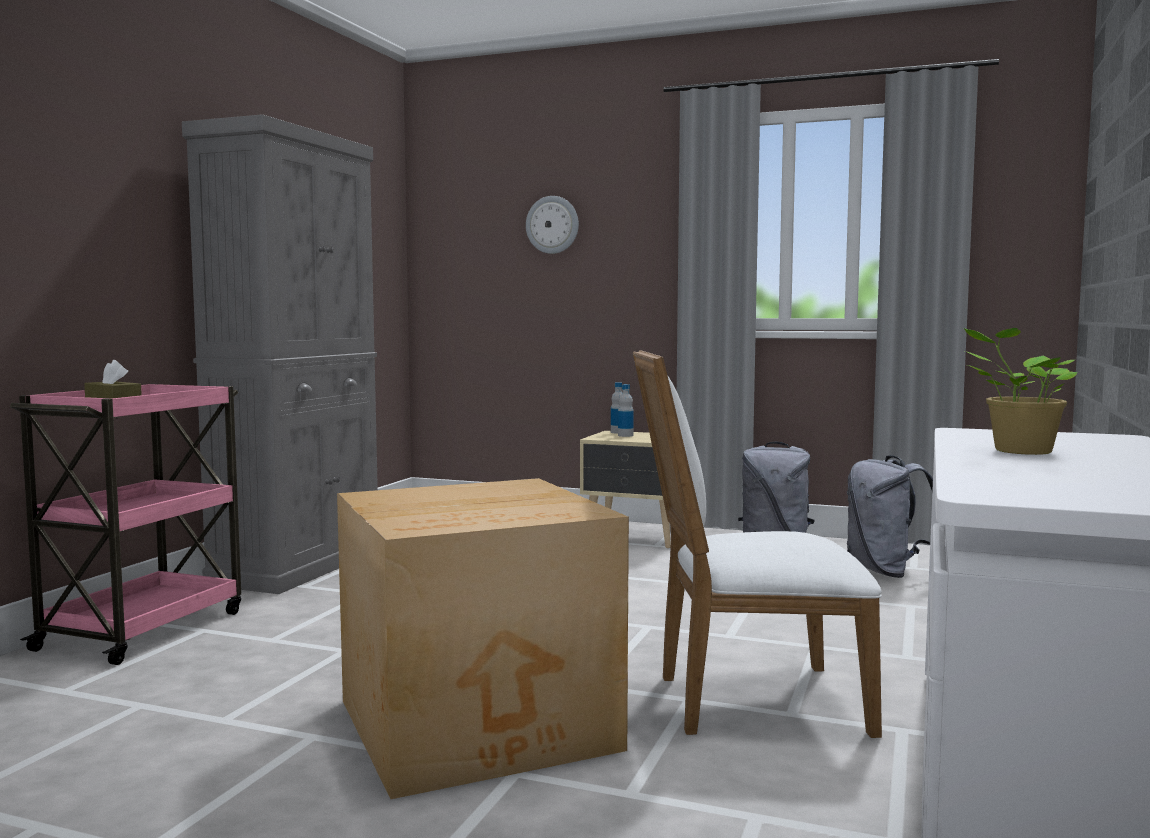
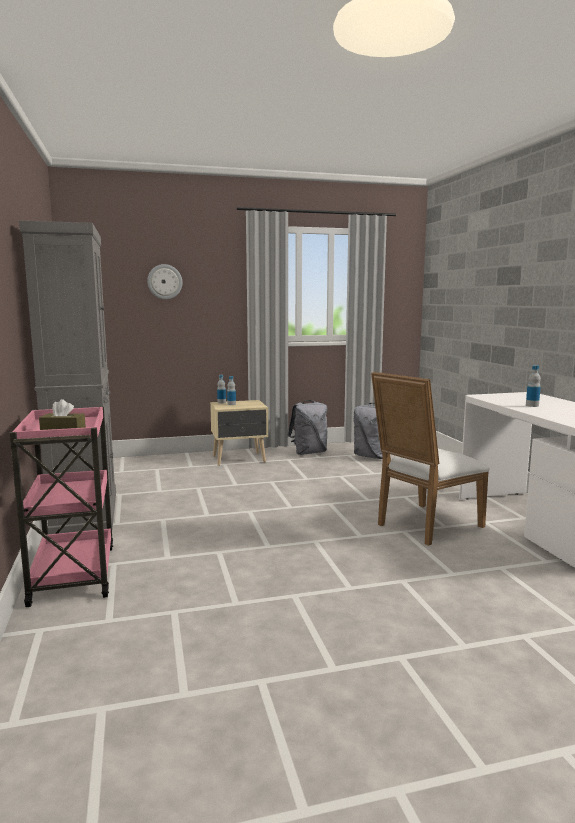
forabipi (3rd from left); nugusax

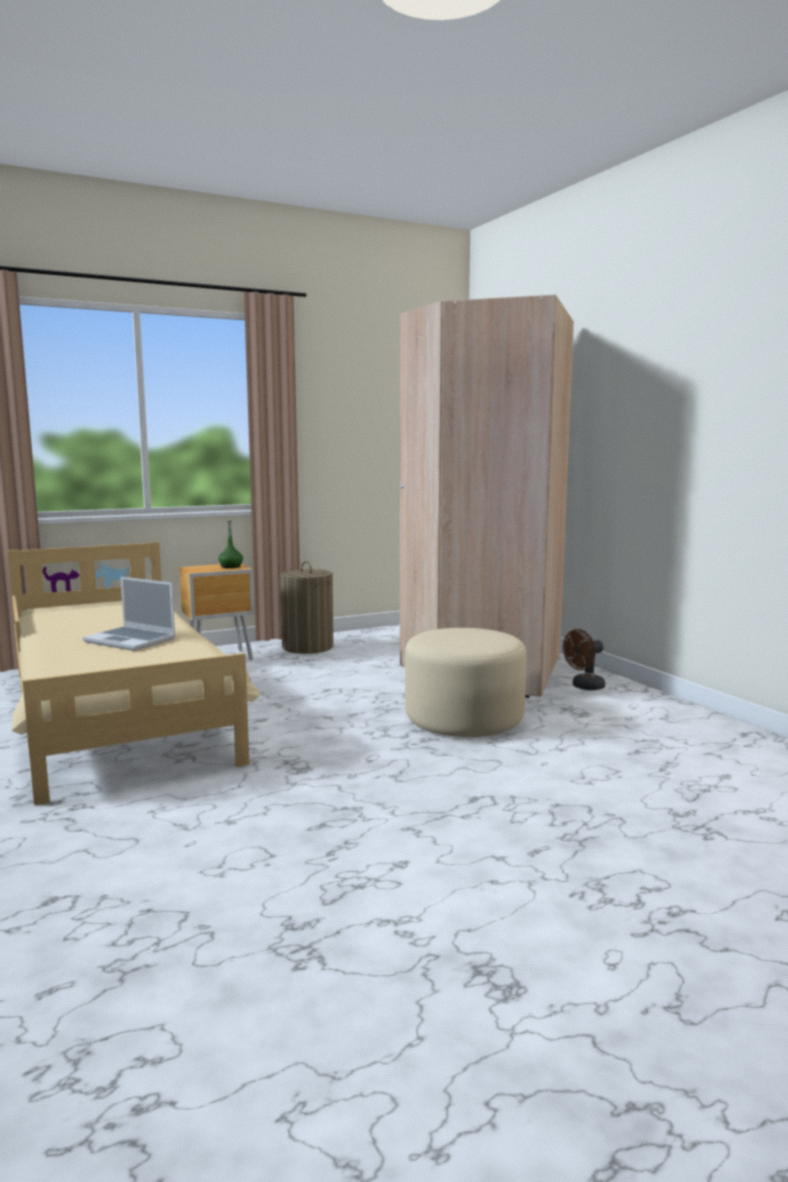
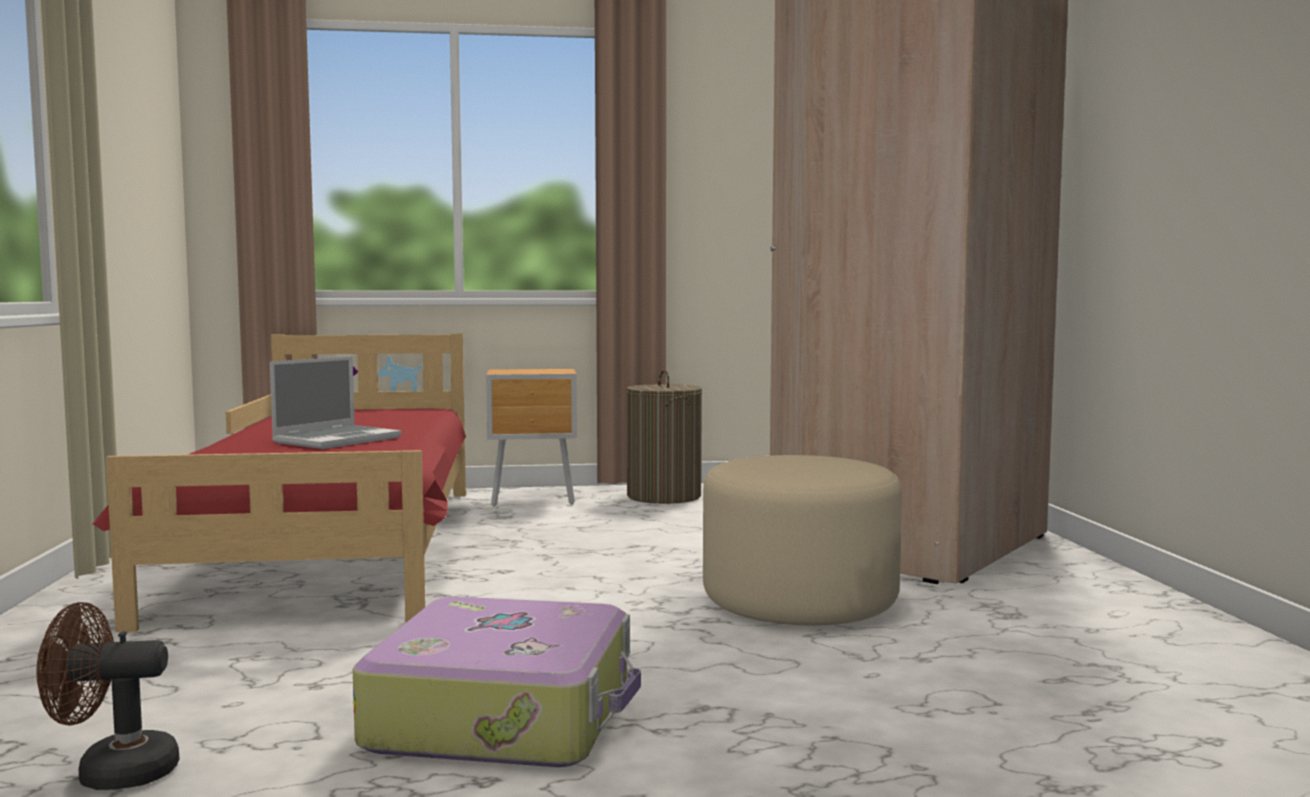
green_forabipi; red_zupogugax; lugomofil; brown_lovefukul; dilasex

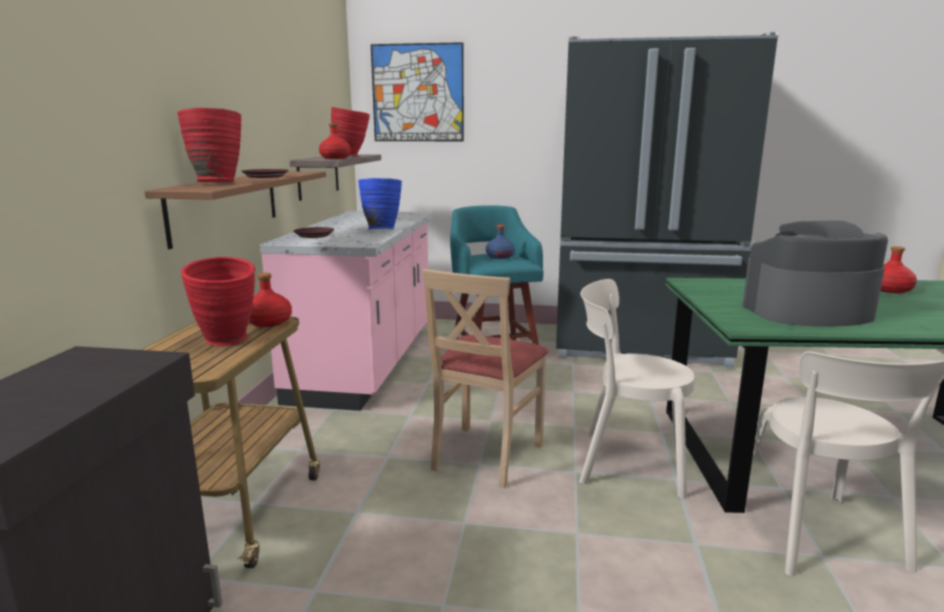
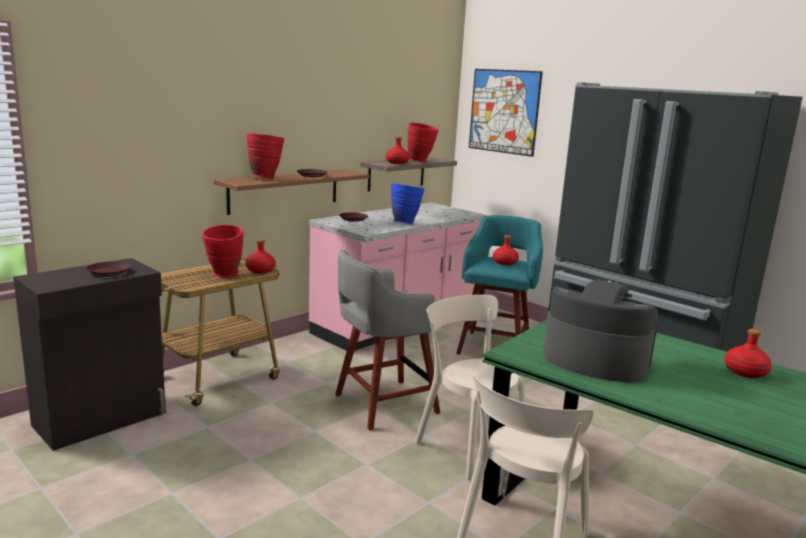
red_forabipi (3rd from left); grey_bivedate; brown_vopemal (1st from left)

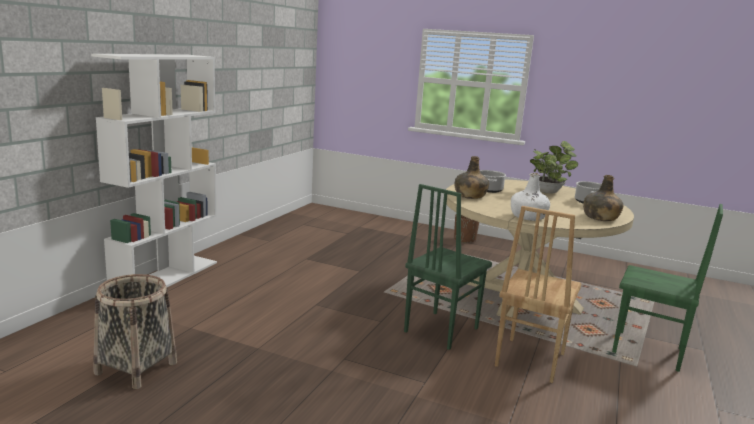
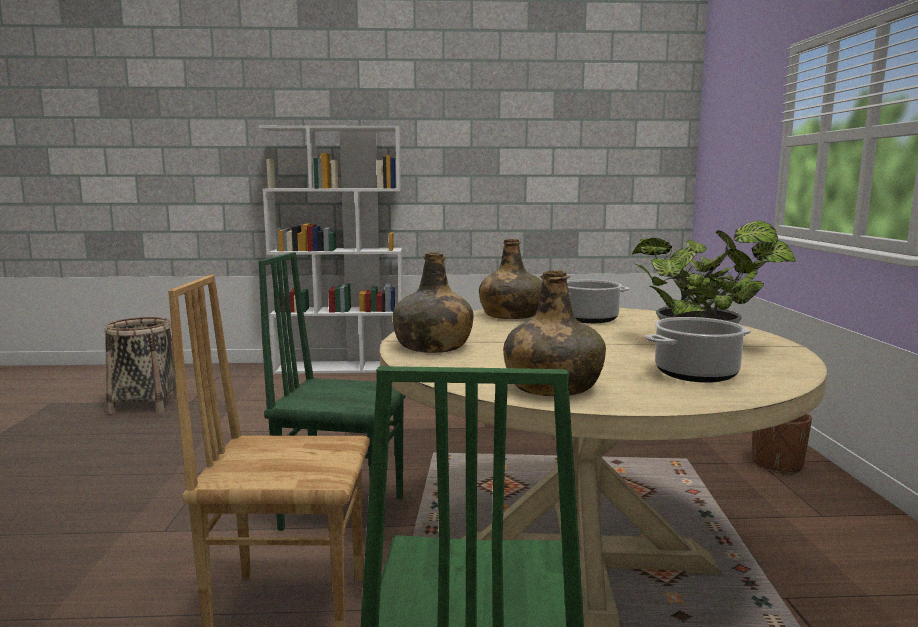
green_forabipi (1st from left)

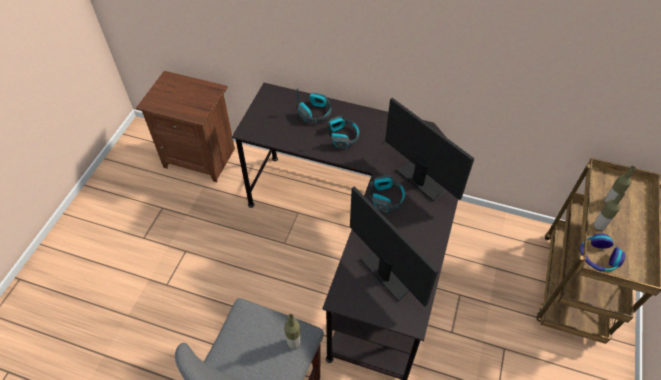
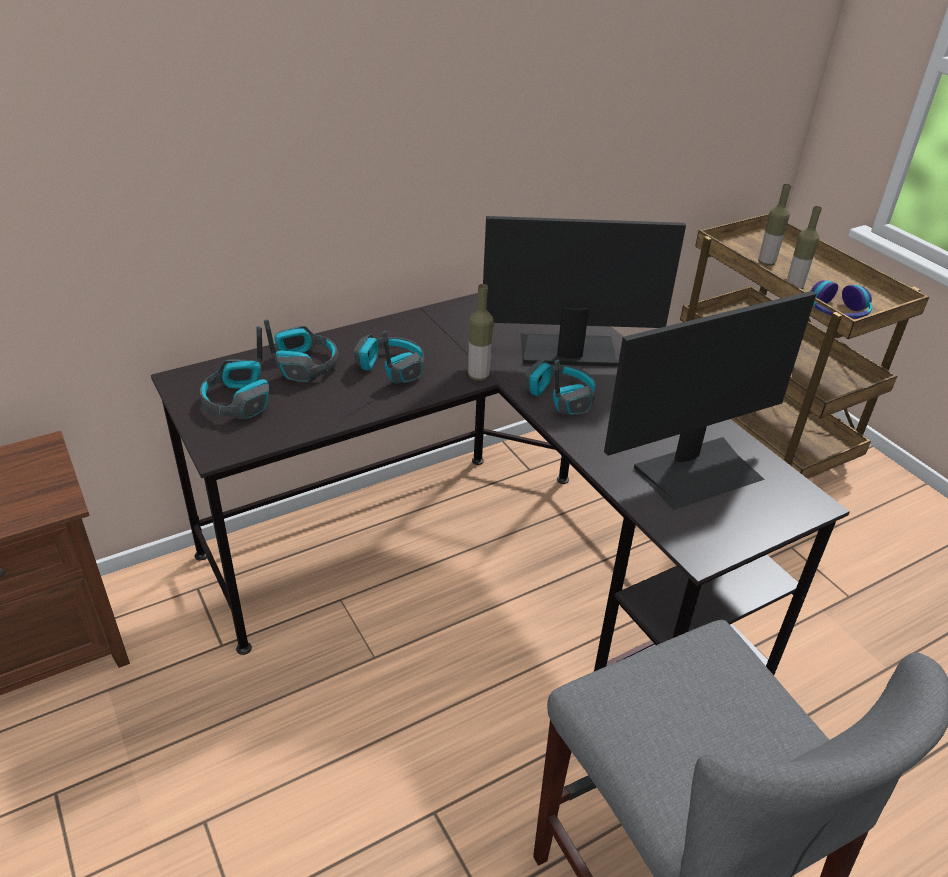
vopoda (2nd from left); forabipi (1st from left); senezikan (1st from left)

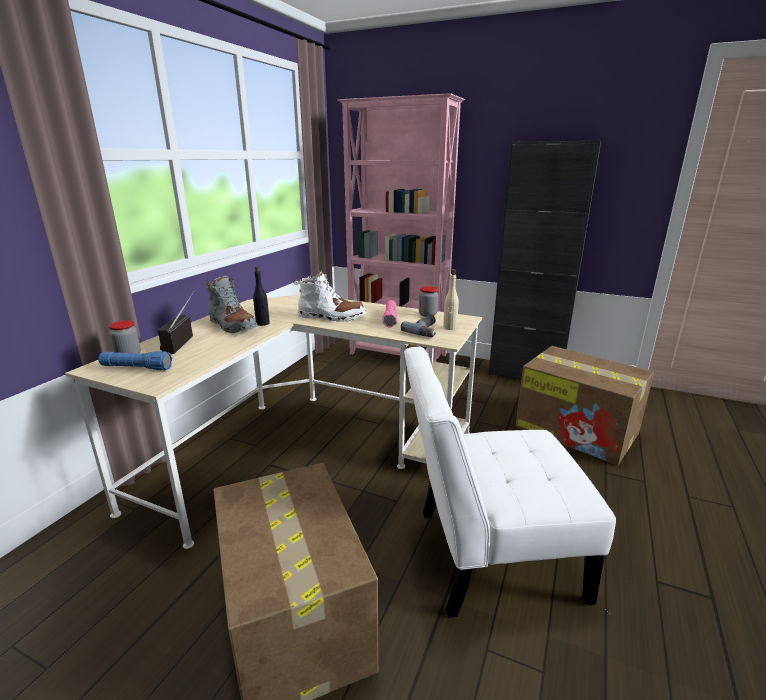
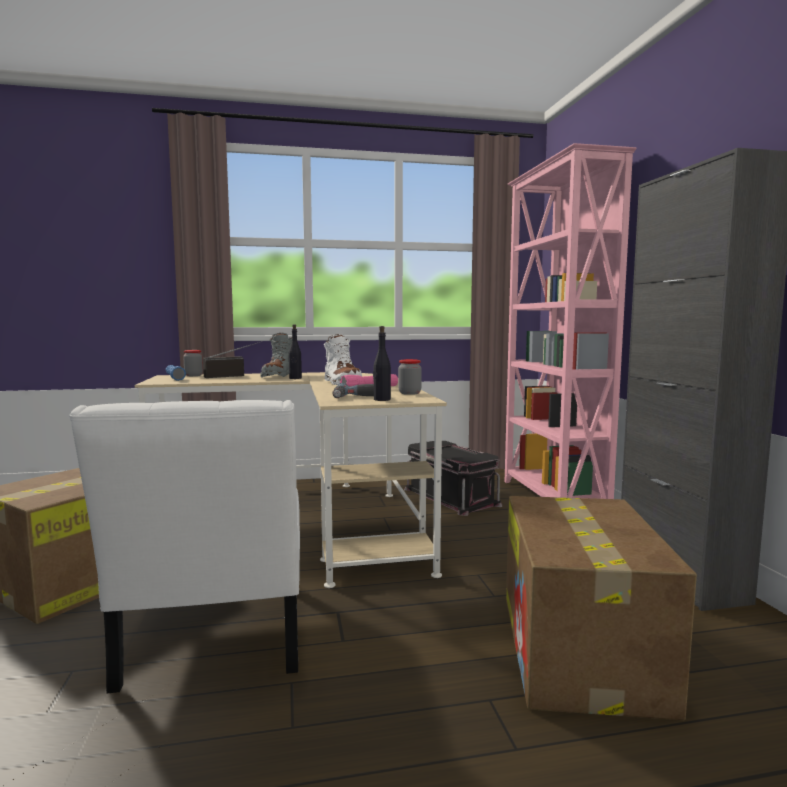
black_forabipi (2nd from left); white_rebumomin; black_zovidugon

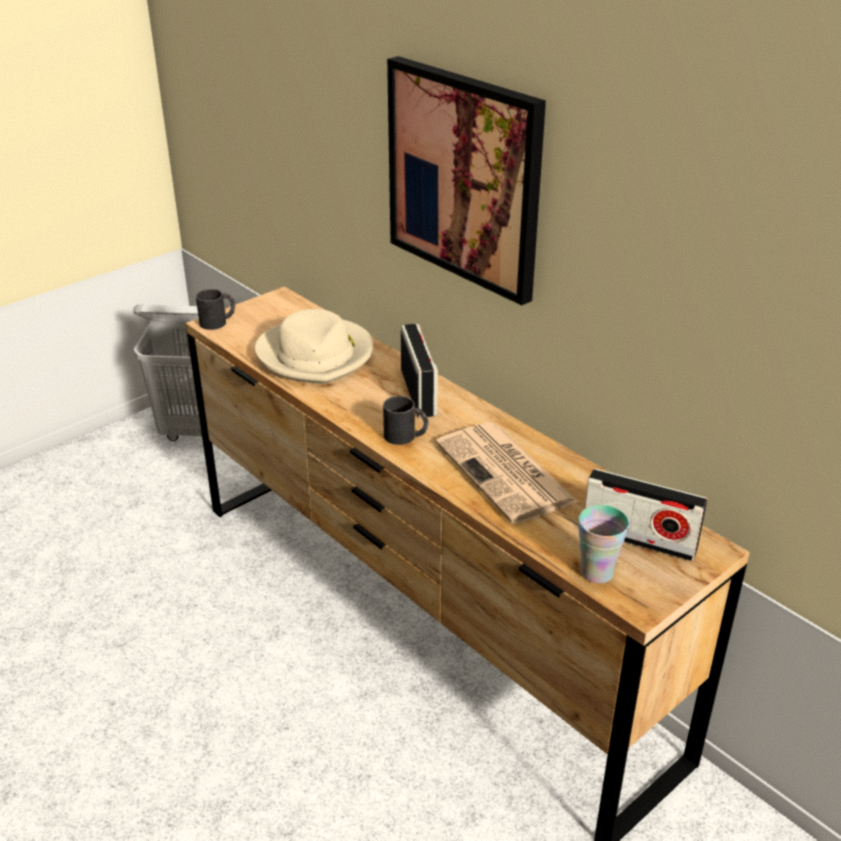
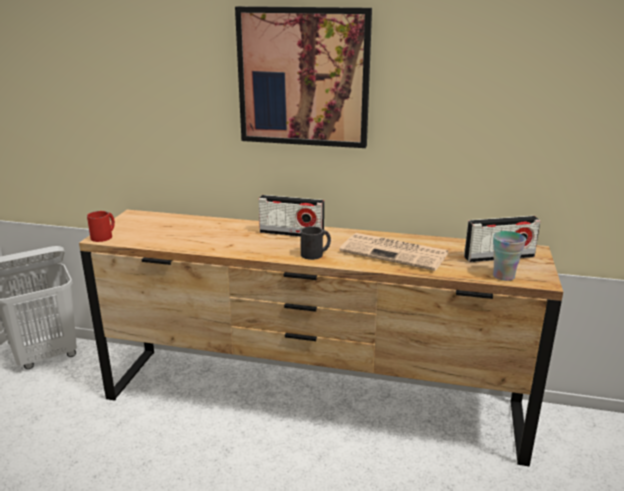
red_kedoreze; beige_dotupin; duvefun (1st from left)

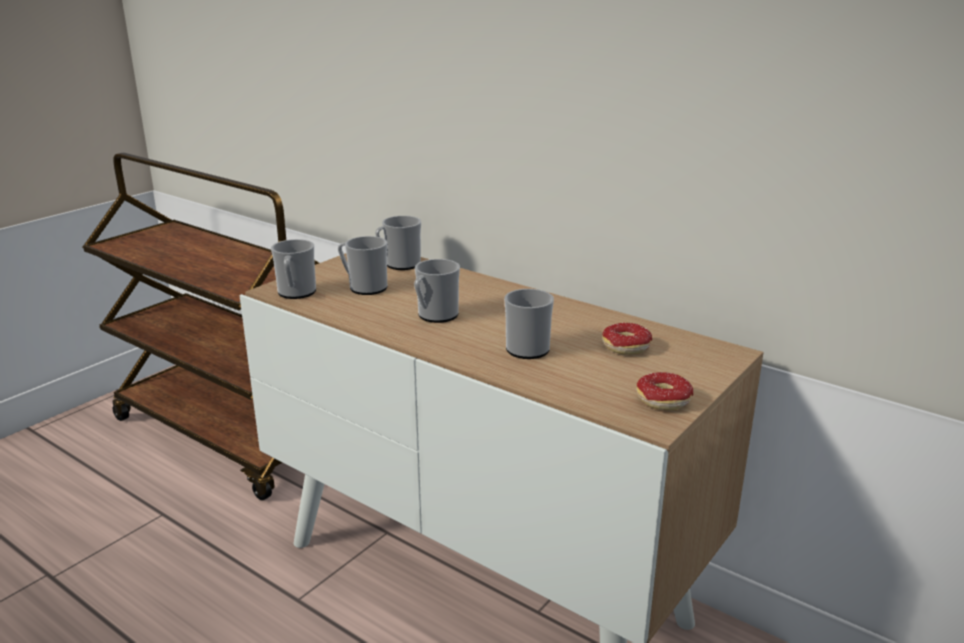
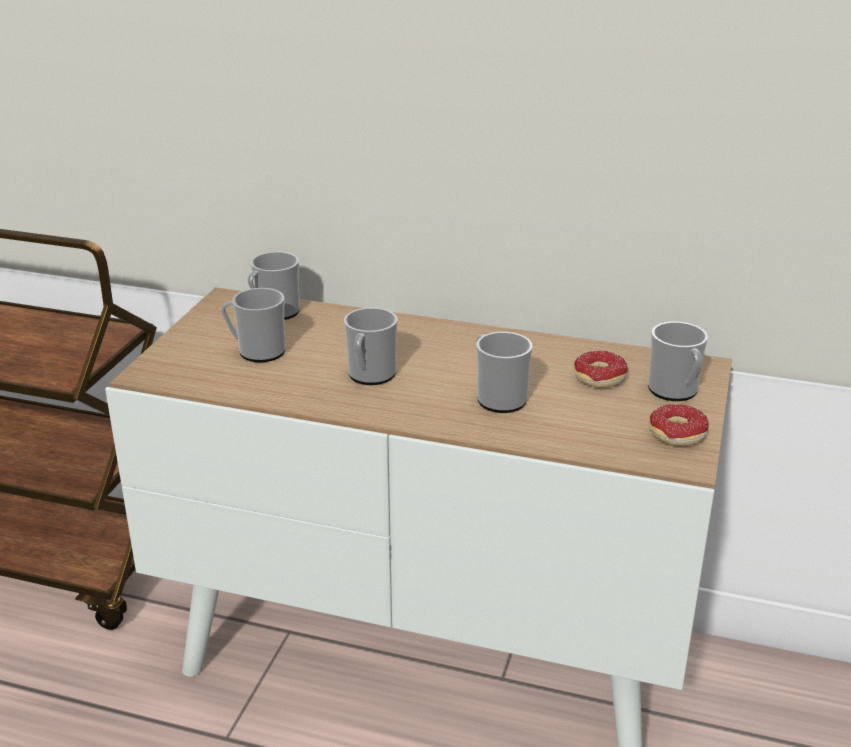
kedoreze (5th from left)

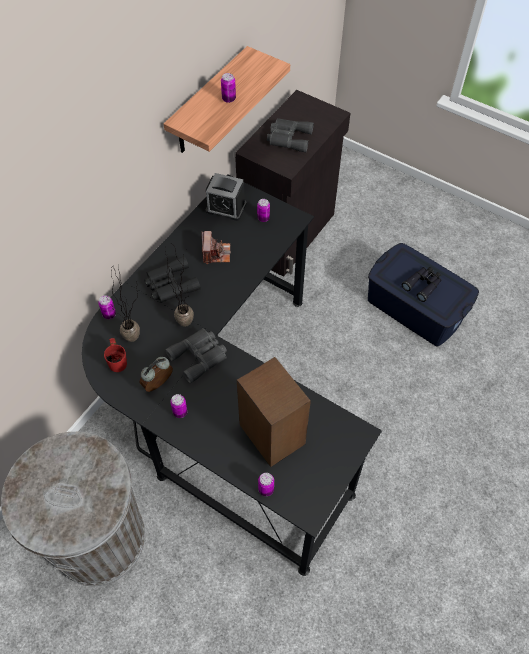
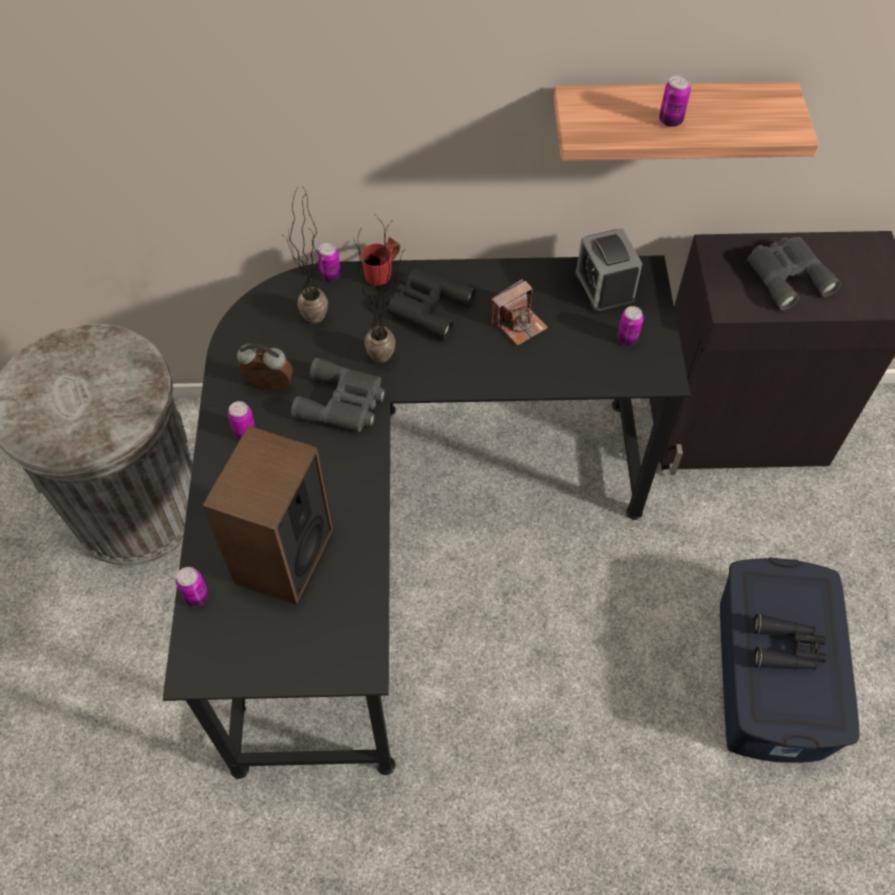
red_kedoreze

